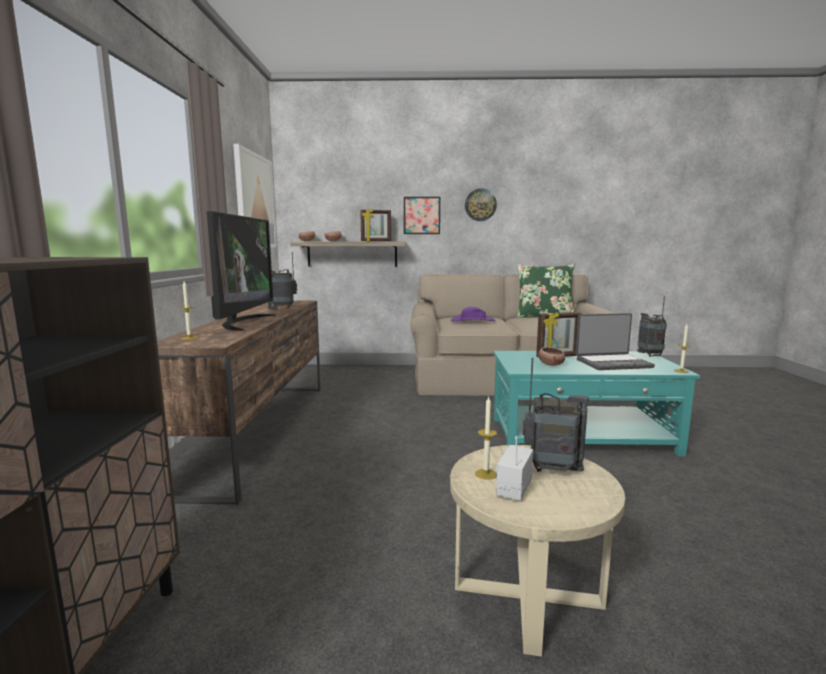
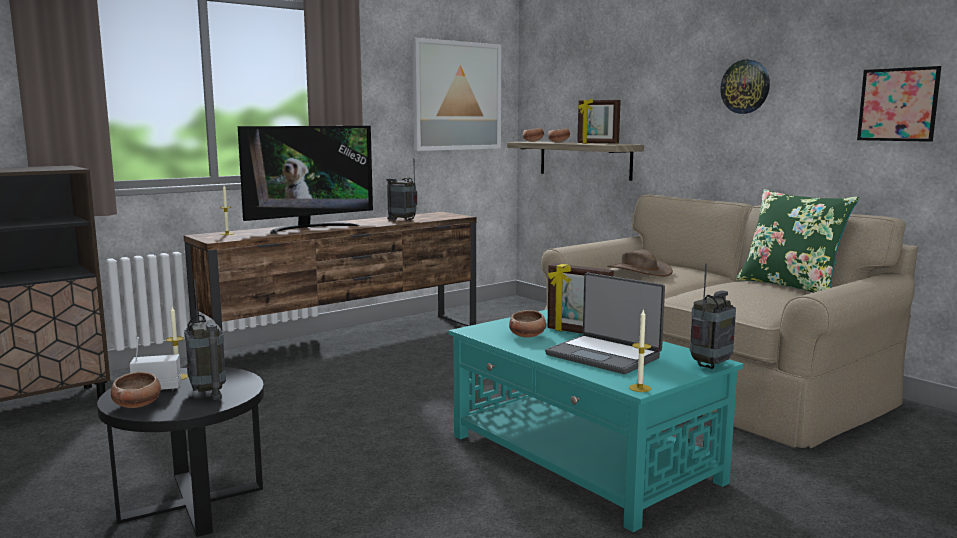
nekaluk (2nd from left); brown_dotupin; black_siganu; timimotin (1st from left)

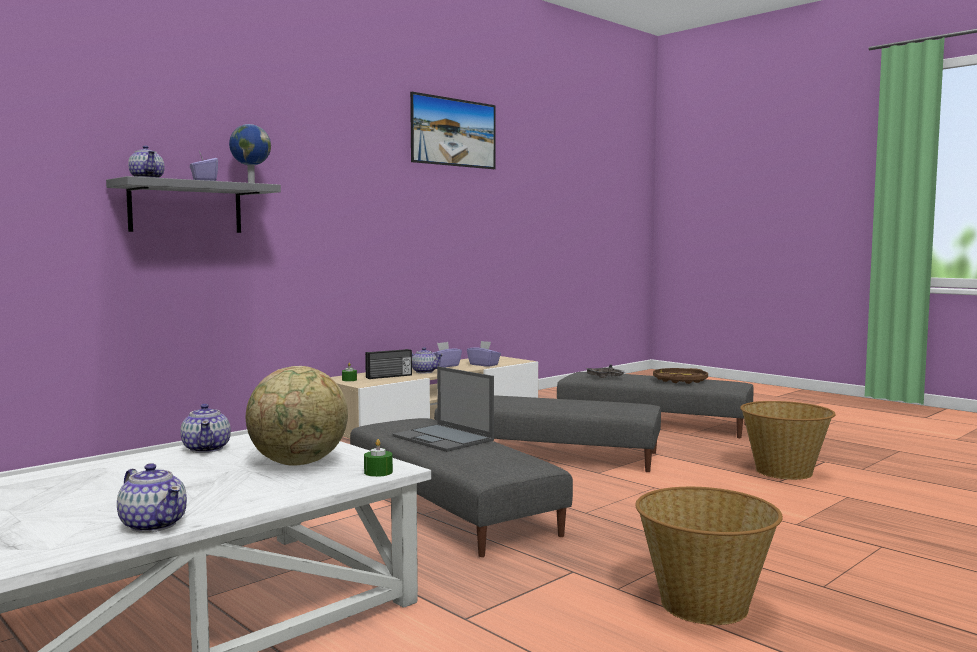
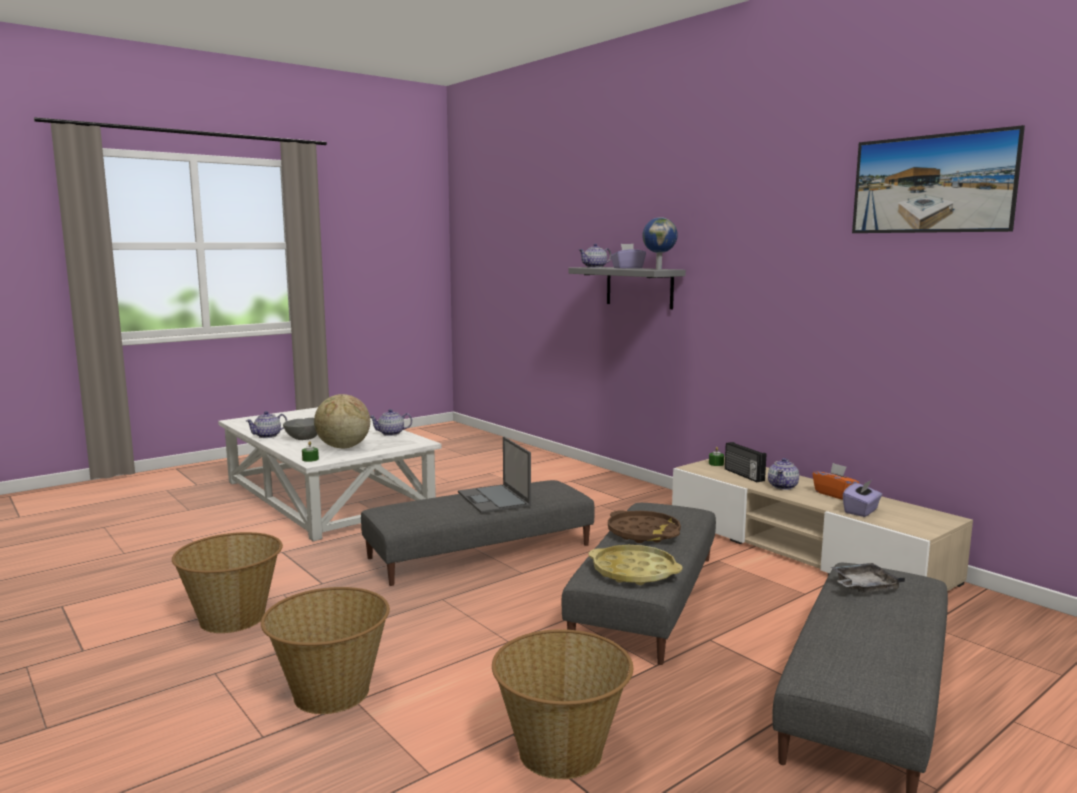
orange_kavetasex; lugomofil; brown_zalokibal; grey_timimotin; yellow_zalokibal; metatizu (2nd from left)

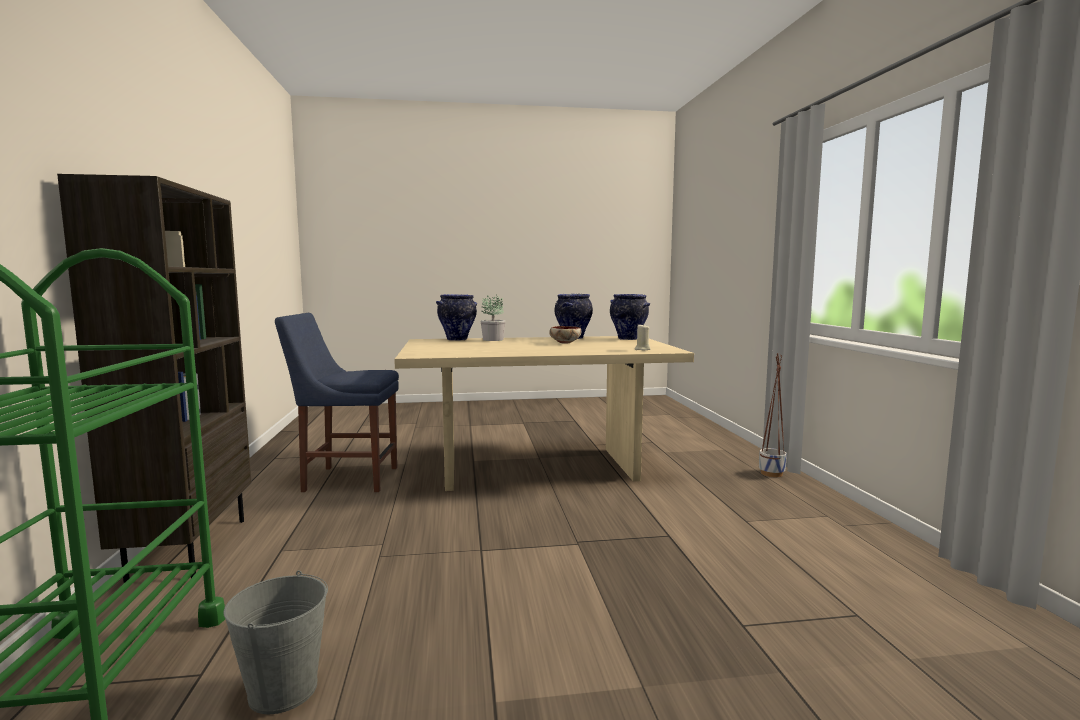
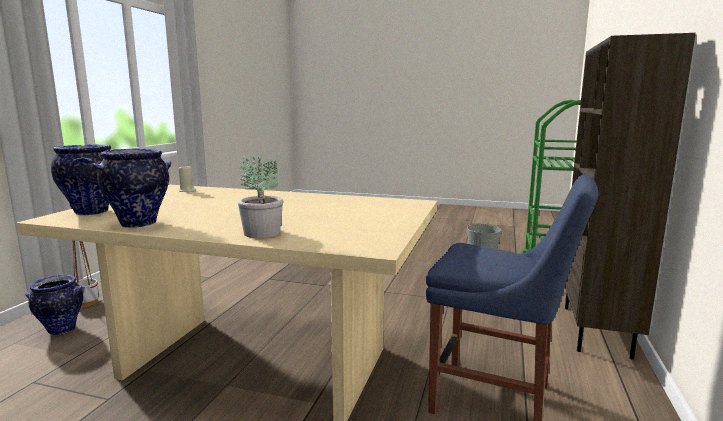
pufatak (1st from left); timimotin

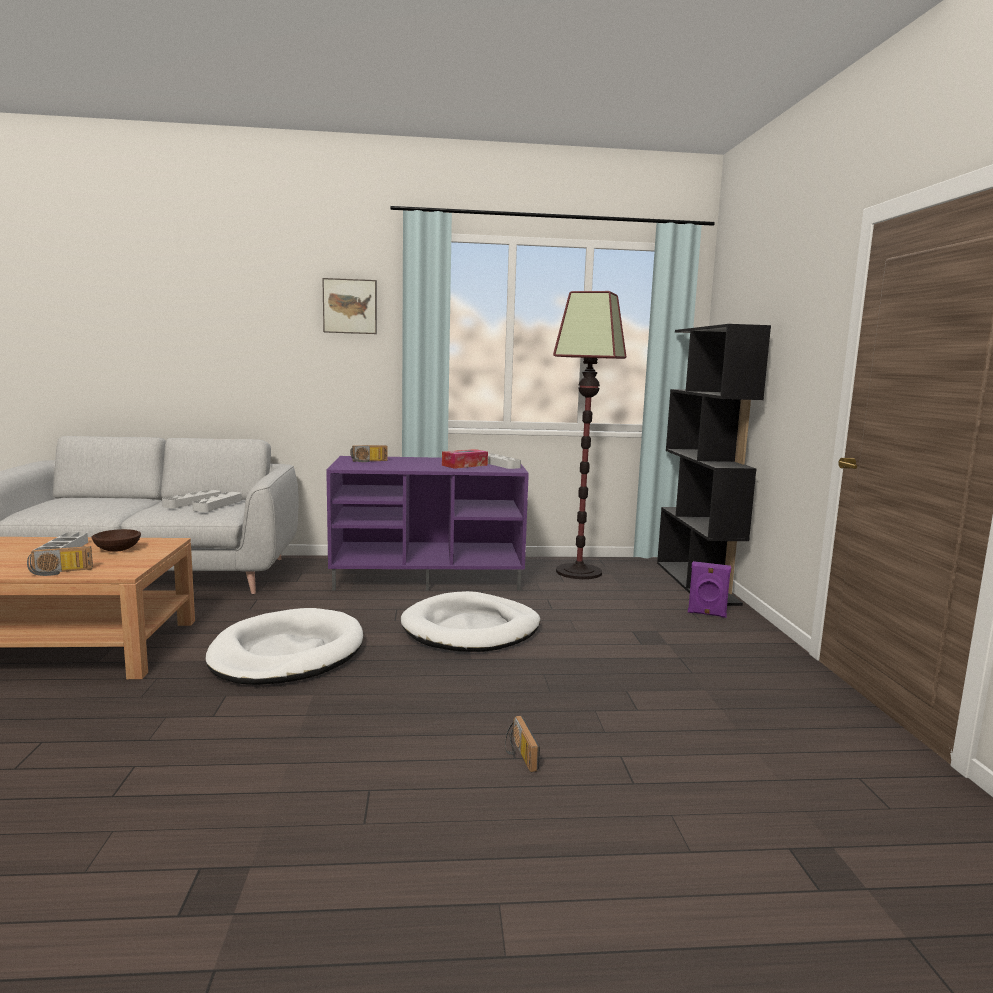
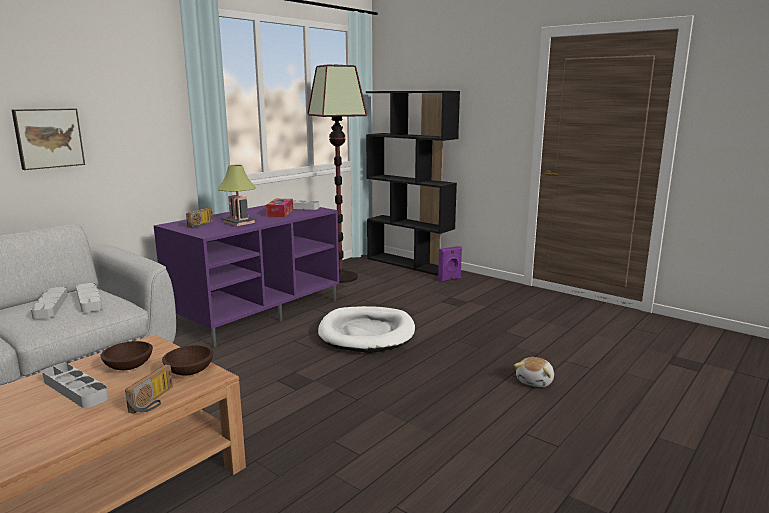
nekaluk; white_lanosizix (1st from left in the first image); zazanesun; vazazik; brown_timimotin (2nd from left)

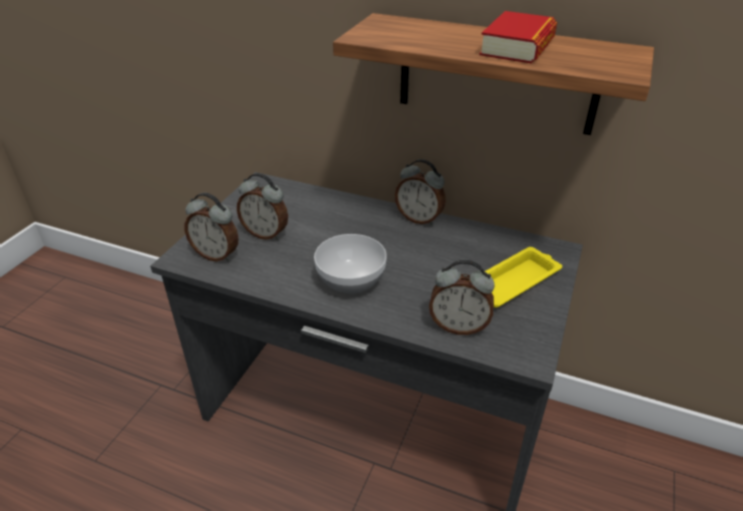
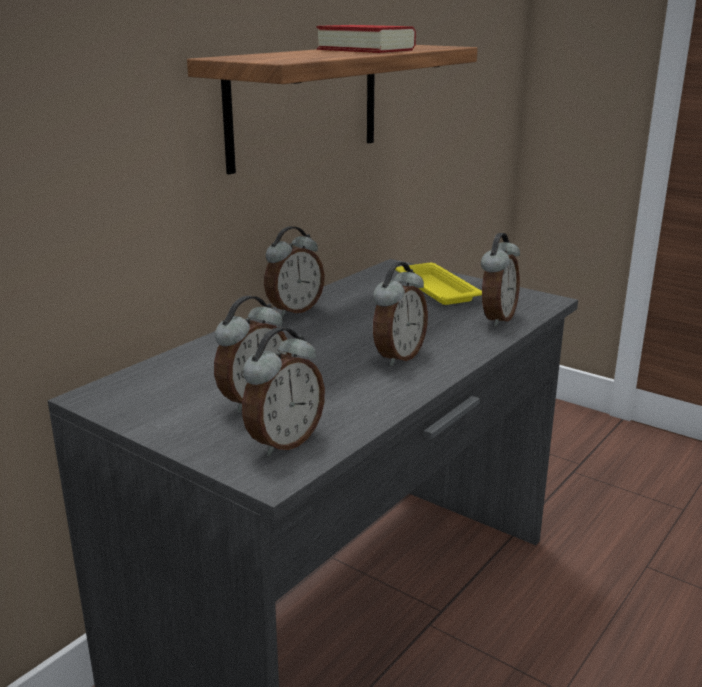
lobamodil (4th from left)

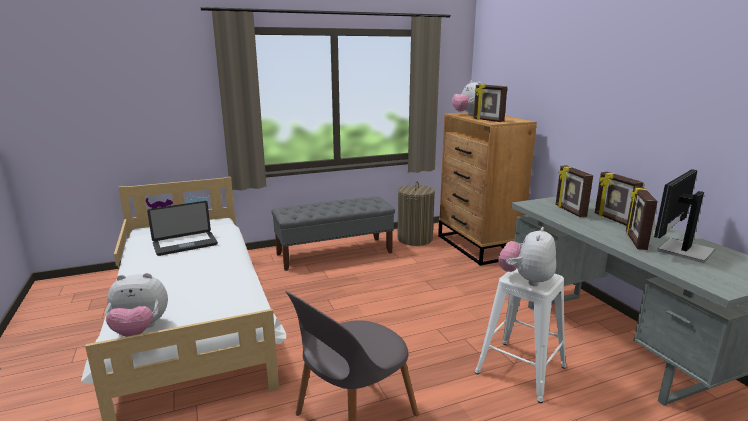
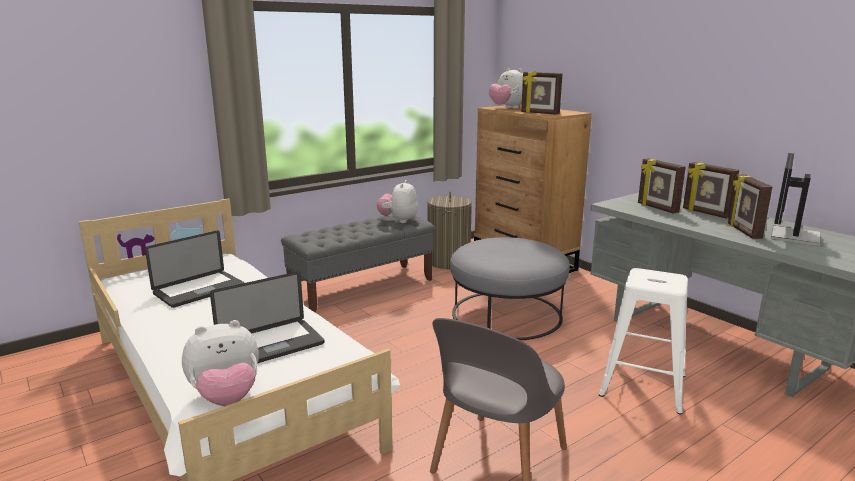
zazanesun (2nd from left); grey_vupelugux; lugomofil (2nd from left)

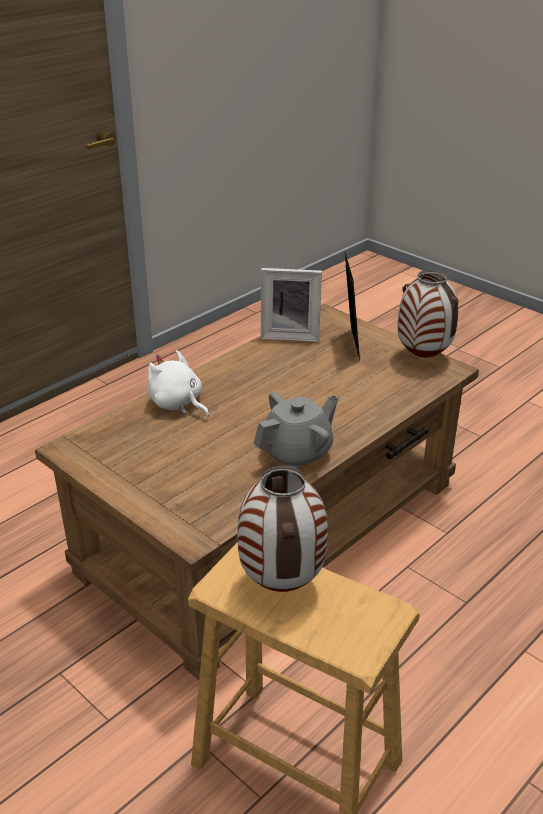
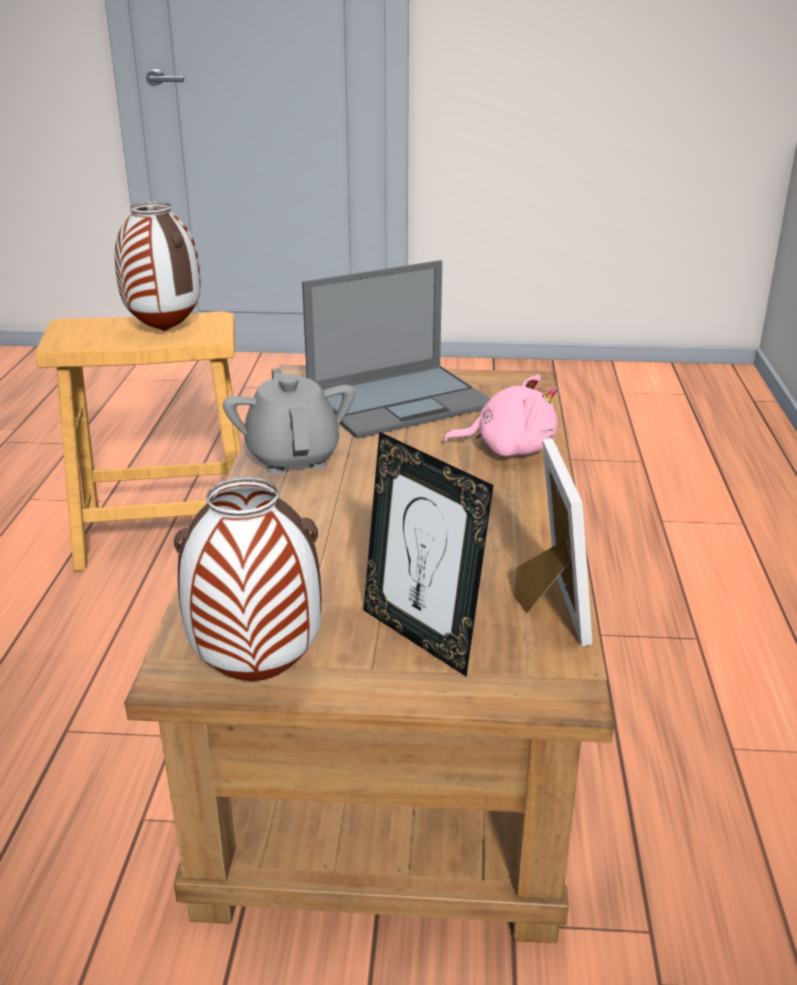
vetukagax (2nd from left); pink_zazanesun; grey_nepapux; lugomofil

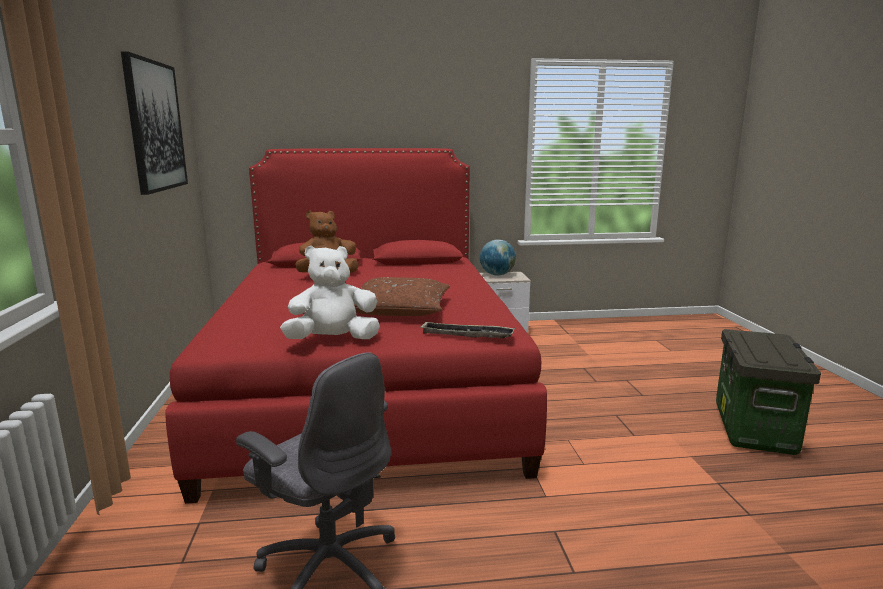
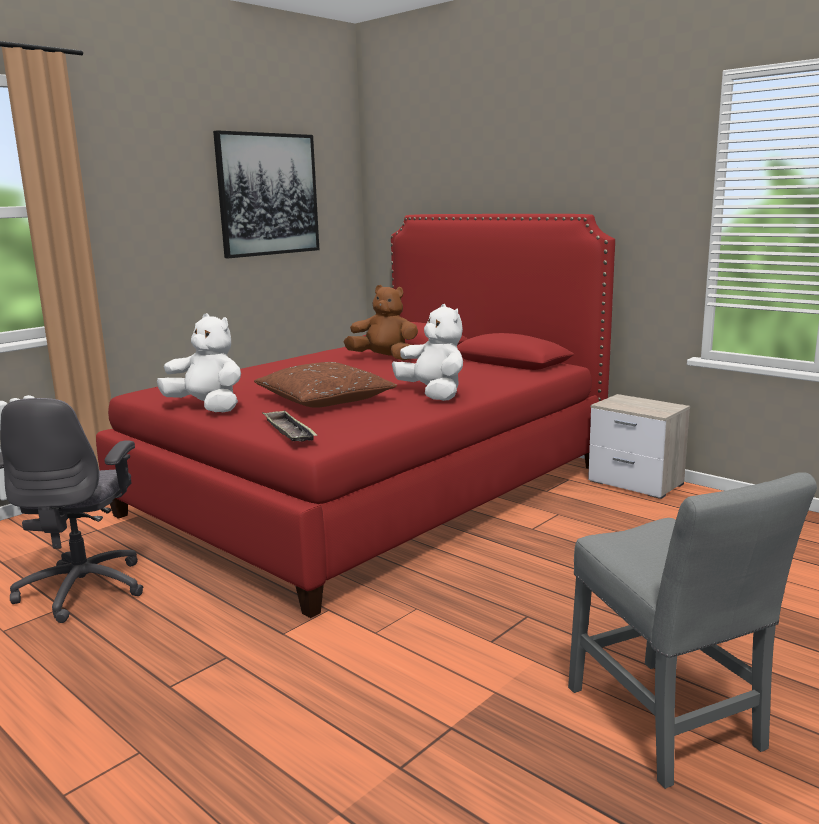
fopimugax; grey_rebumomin; white_zazanesun (2nd from left)

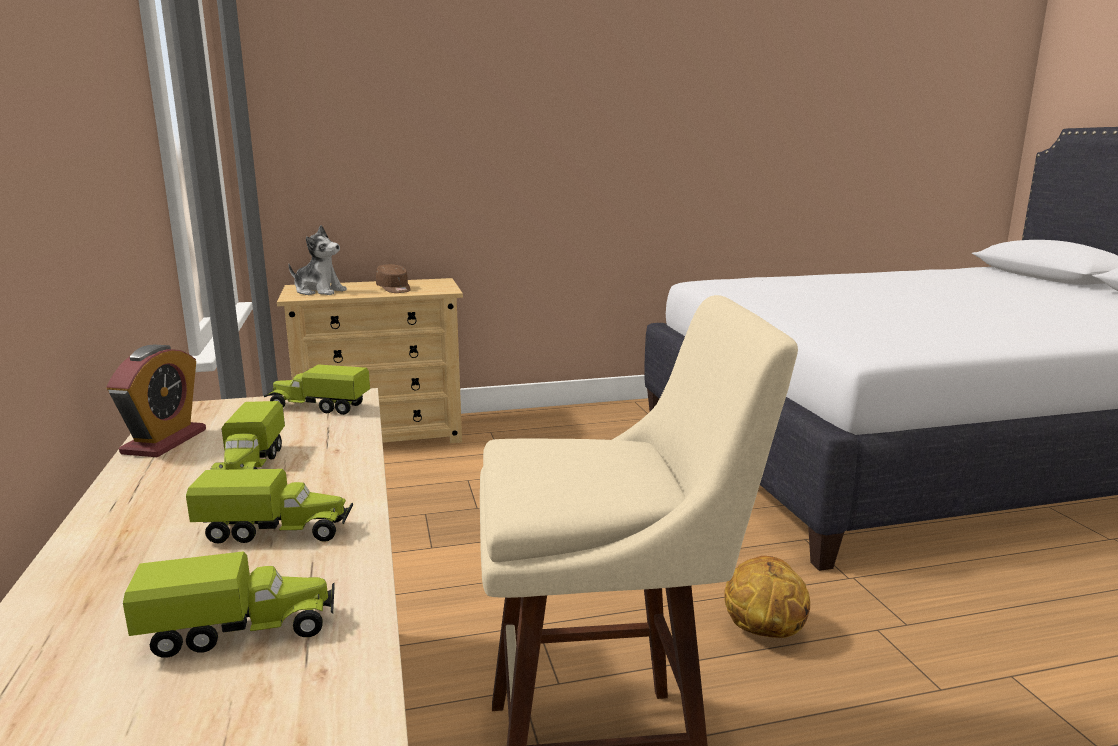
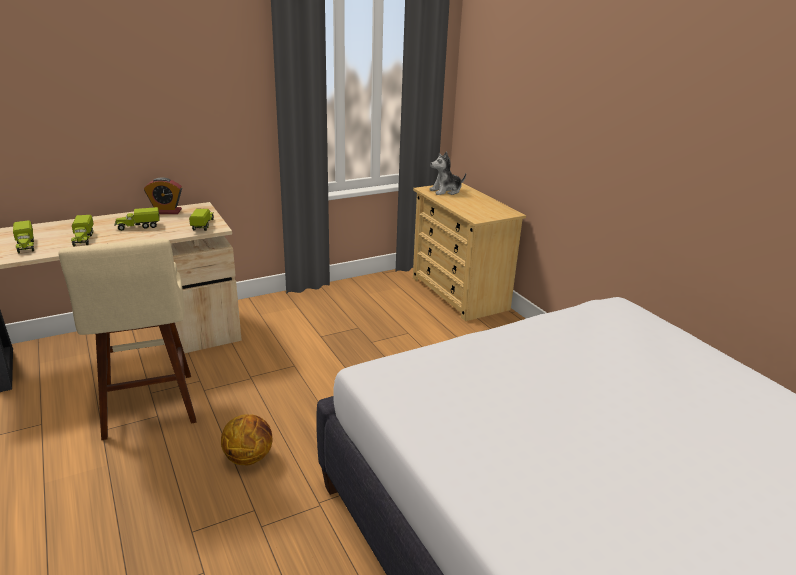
zazanesun; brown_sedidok

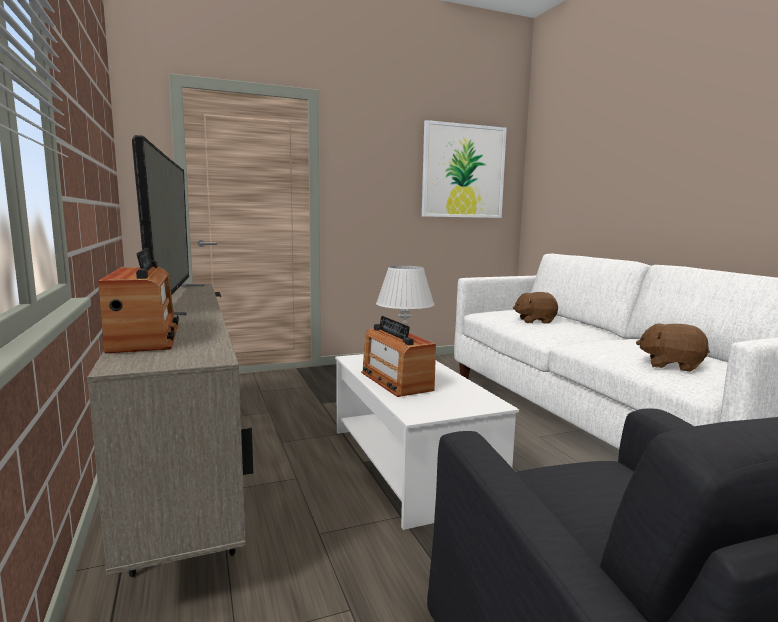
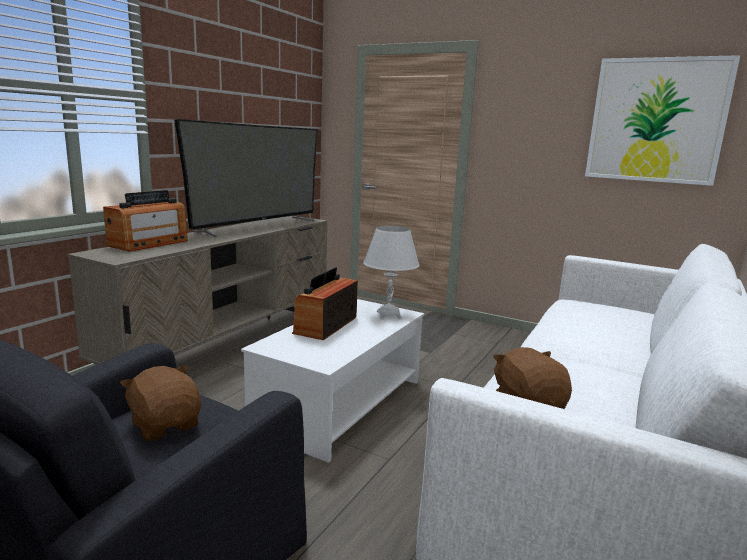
brown_zazanesun (1st from left)

